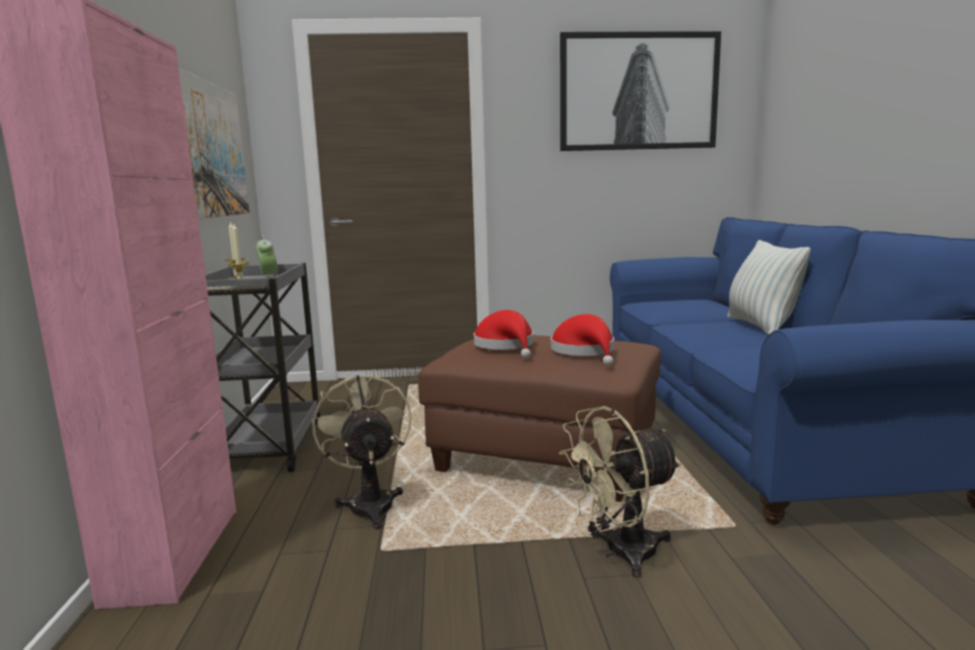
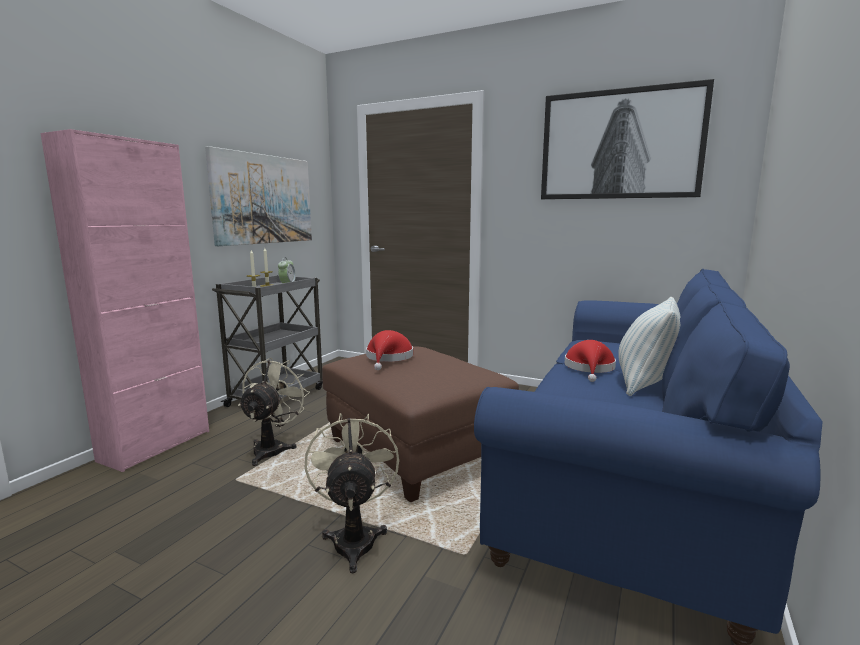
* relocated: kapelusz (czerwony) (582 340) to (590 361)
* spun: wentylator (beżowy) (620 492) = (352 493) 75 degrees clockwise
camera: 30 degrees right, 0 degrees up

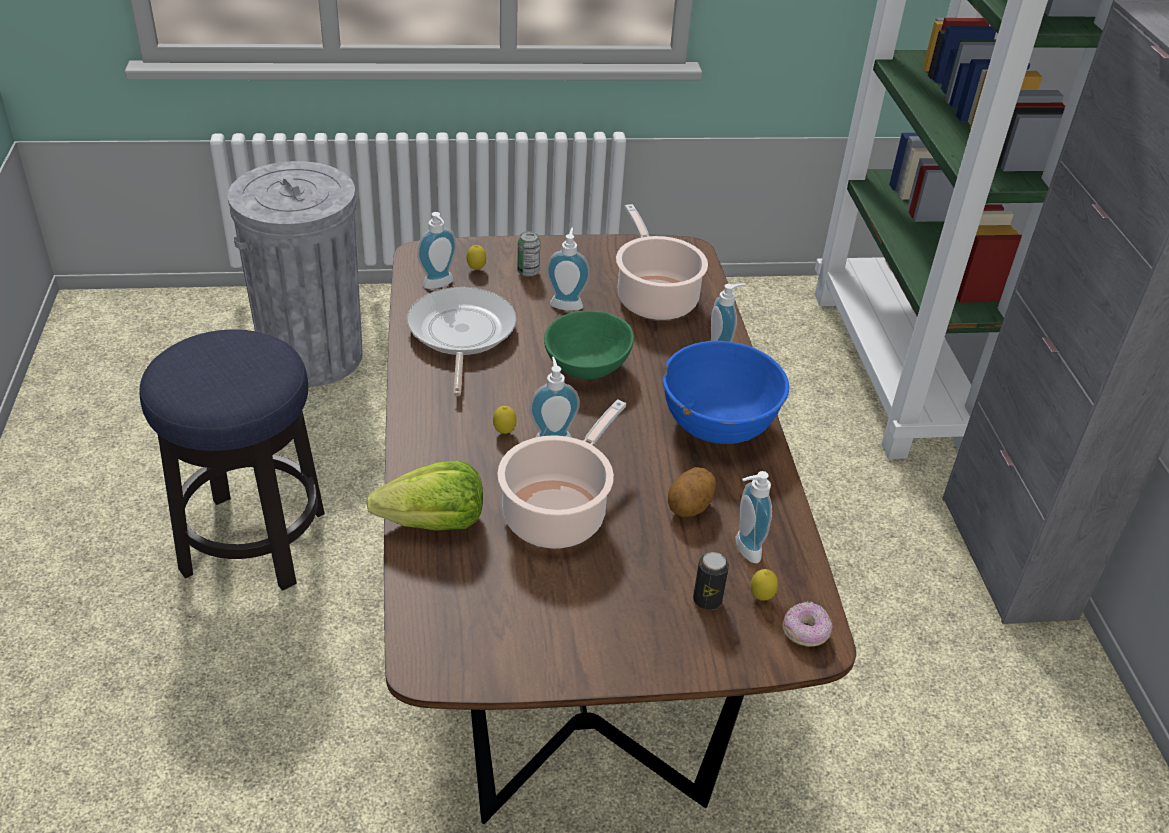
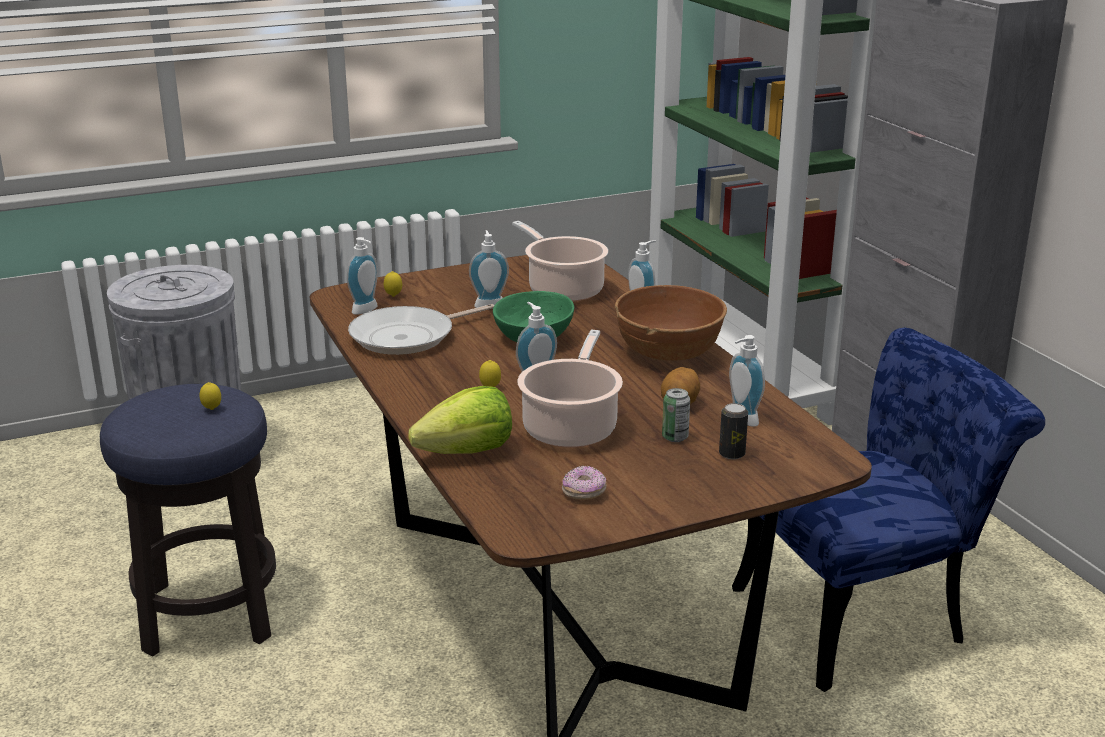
* spun: patelnia (462 341) = (421 329) 105 degrees counterclockwise
* relocated: puszka (528 254) to (676 415)
* colour: miska (niebieski) (726 392) to miska (brązowy) (671 323)
* relocated: cytryna (764 585) to (210 396)
* relocated: donut (808 624) to (584 483)
* appeared: krzesło (niebieski) (888 510)
camera: 15 degrees left, 15 degrees down

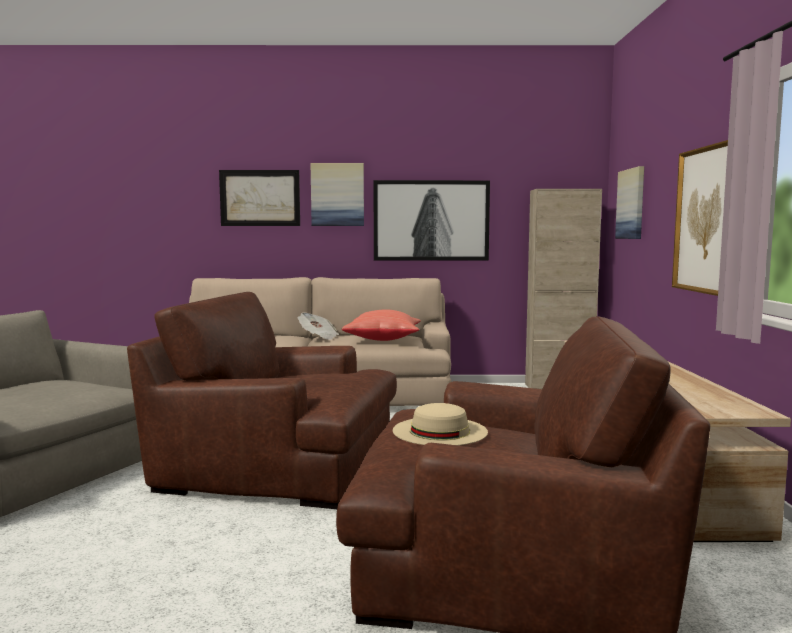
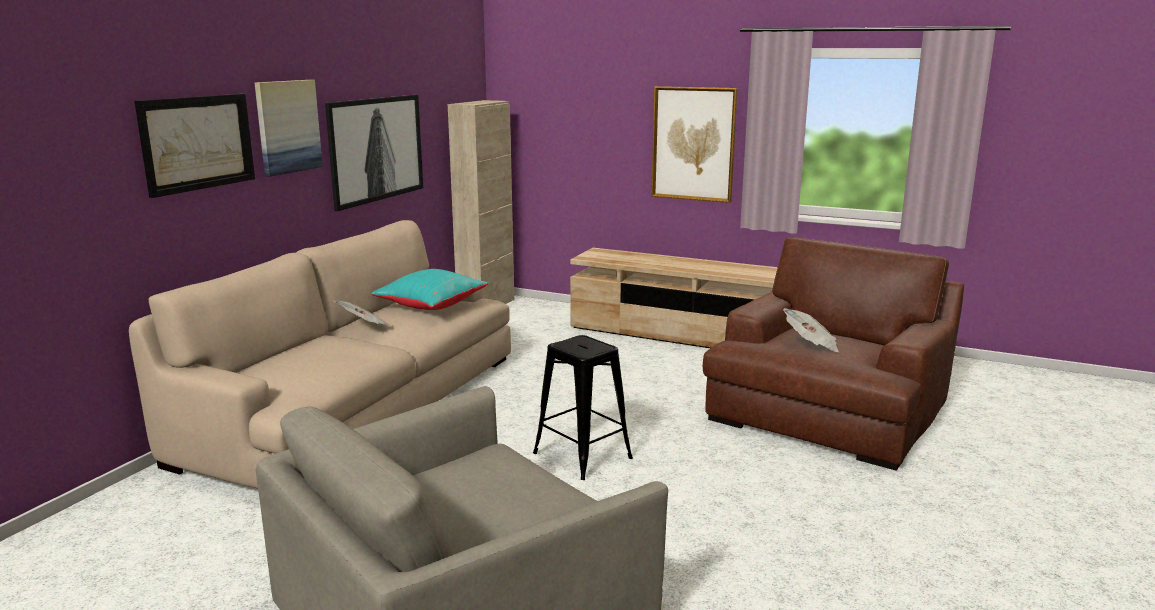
* exchanged: fotel (brązowy) (262 400) to stołek (czarny) (583 407)
* colour: poduszka (czerwony) (381 325) to poduszka (turkusowy) (430 289)
* exchanged: kapelusz (beżowy) (440 424) to gazeta (810 330)
* missing: obraz (629 202)
camera: 65 degrees left, 10 degrees up

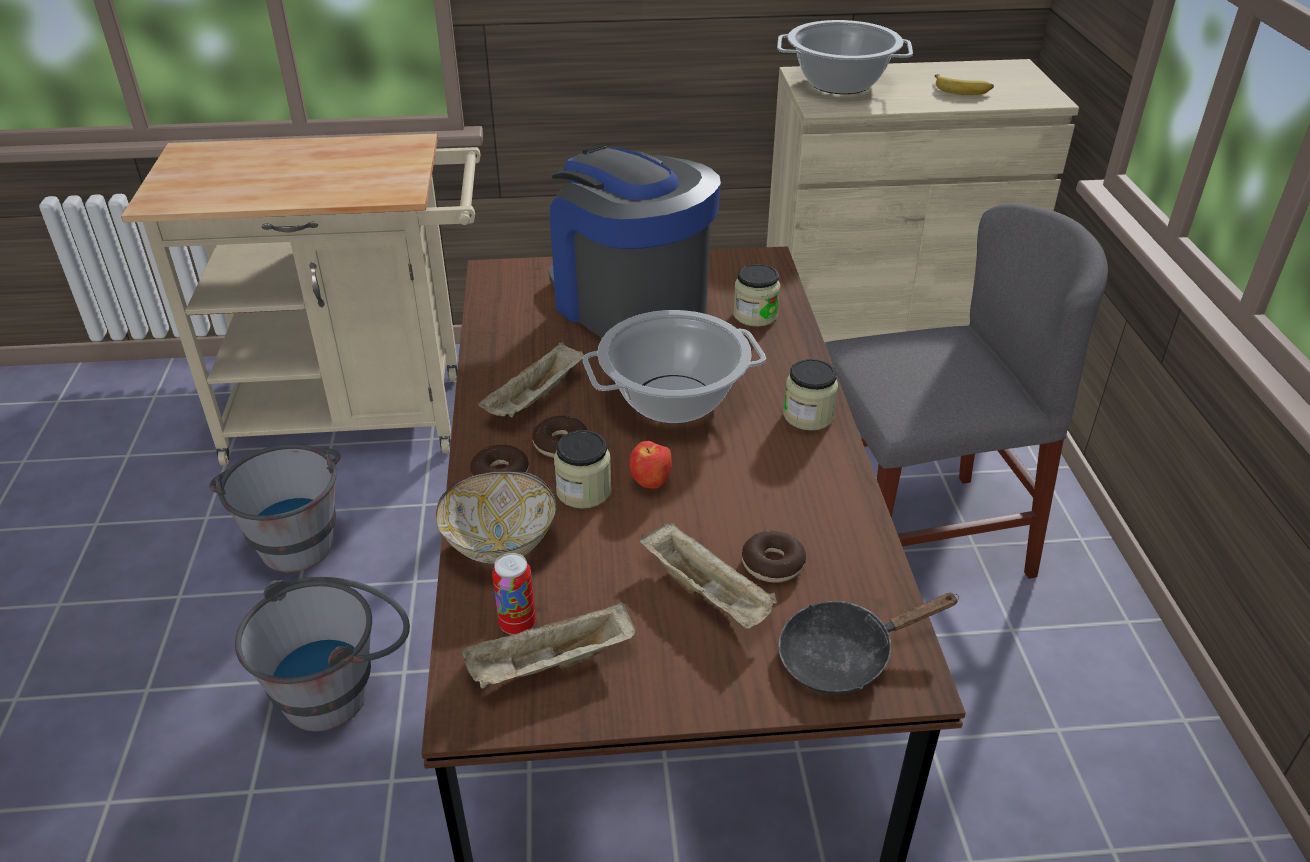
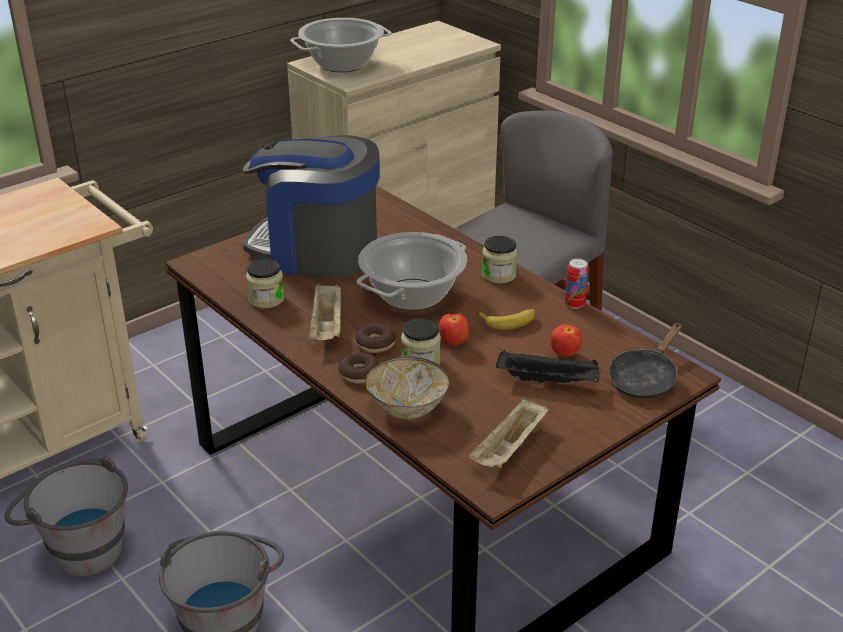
* relocated: puszka (514 594) to (576 283)
* colour: taca (beżowy) (708 576) to taca (czarny) (548 368)
* relocated: słoik (756 295) to (265 284)
* exchanged: donut (774 557) to jabłko (566 340)
* relocated: banan (964 84) to (506 319)
camera: 35 degrees left, 5 degrees down

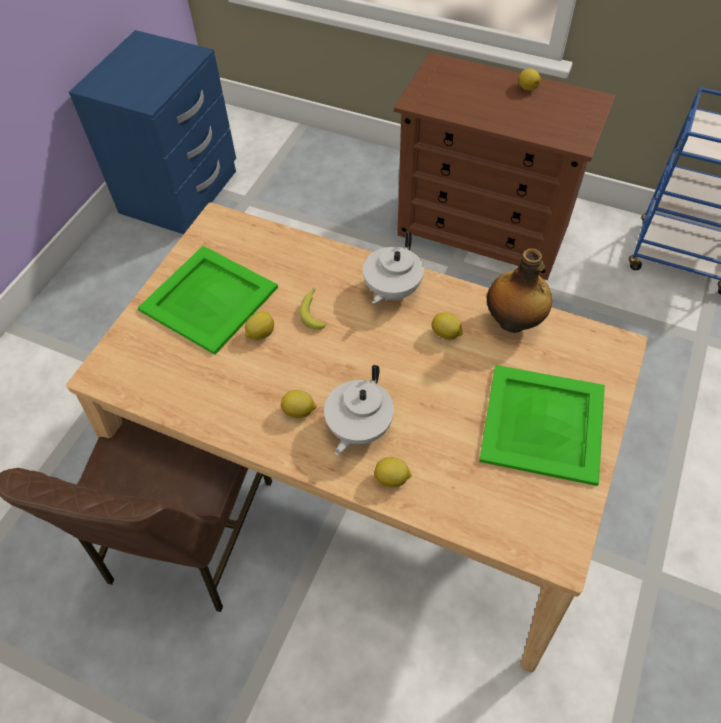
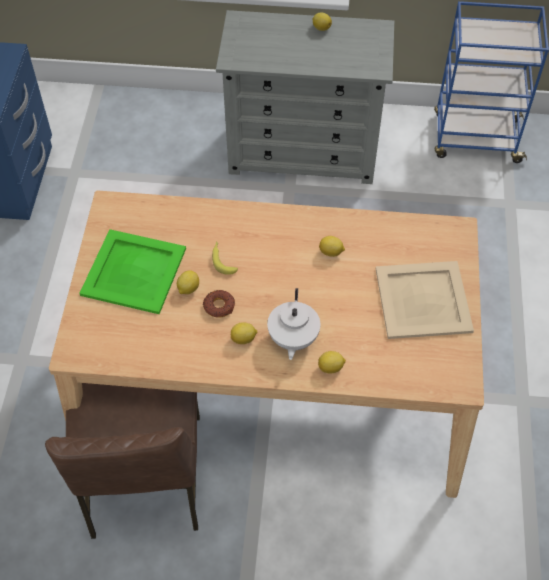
* missing: imbryk (biały) (393 267)
* colour: komoda (brązowy) (505 166) to komoda (szary) (305 97)
* colour: taca (zielony) (542 425) to taca (beżowy) (425 300)
* missing: butelka (519 290)
* appeared: donut (219 304)
camera: 20 degrees left, 0 degrees up

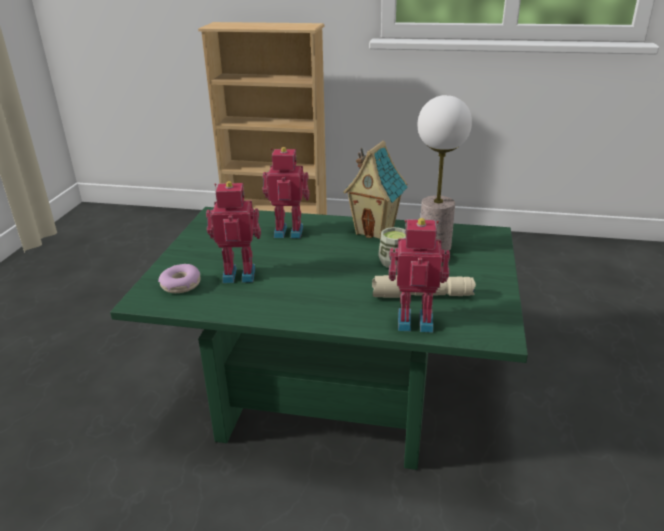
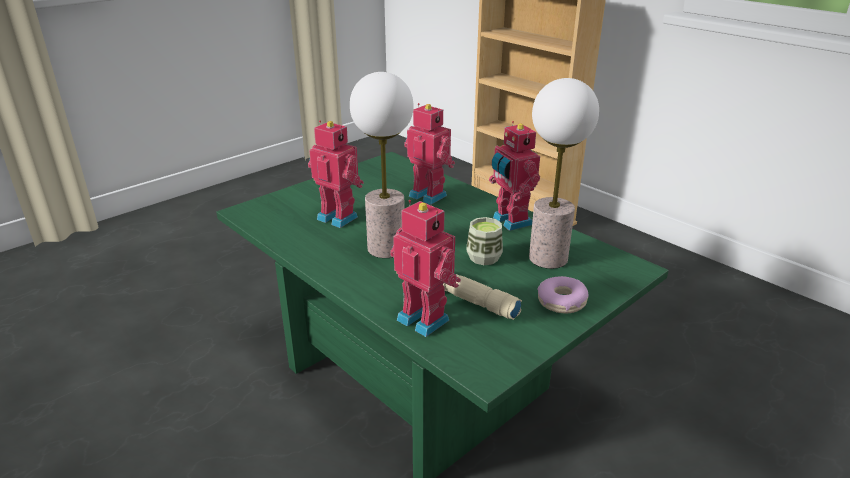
* relocated: donut (179 278) to (563 294)
* exchanged: domek (375 189) to robot zabawkowy (514 176)
* appeared: lampa stołowa (382 165)
camera: 35 degrees right, 0 degrees up

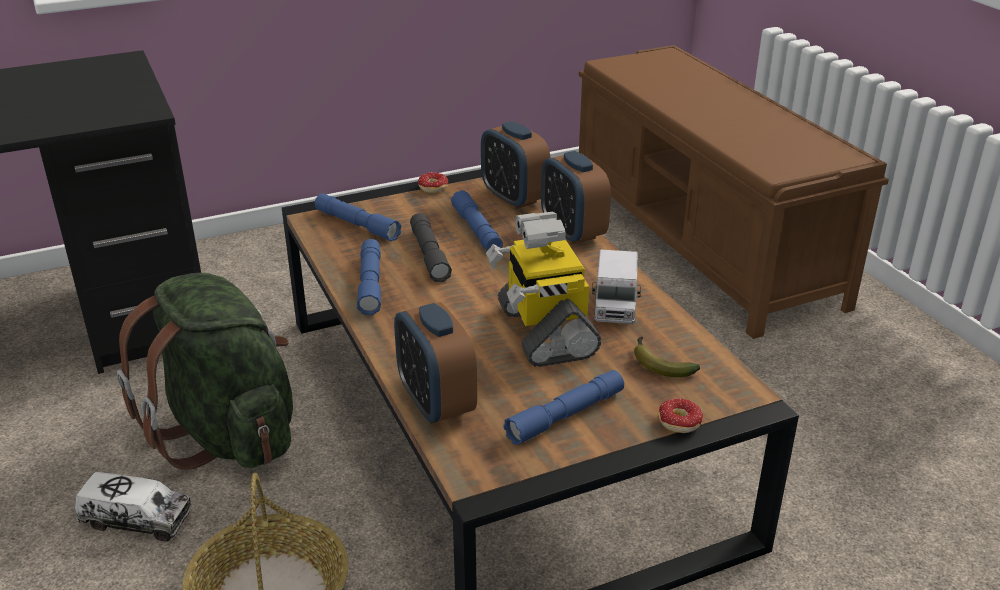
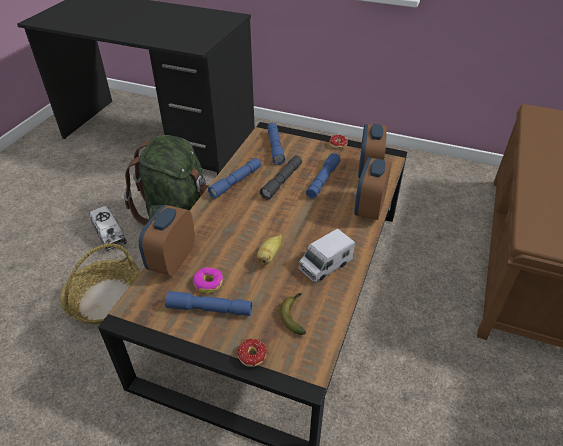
* exchanged: robot zabawkowy (543 289) to banan (269 249)
* appeared: donut (208 280)
camera: 45 degrees right, 10 degrees up

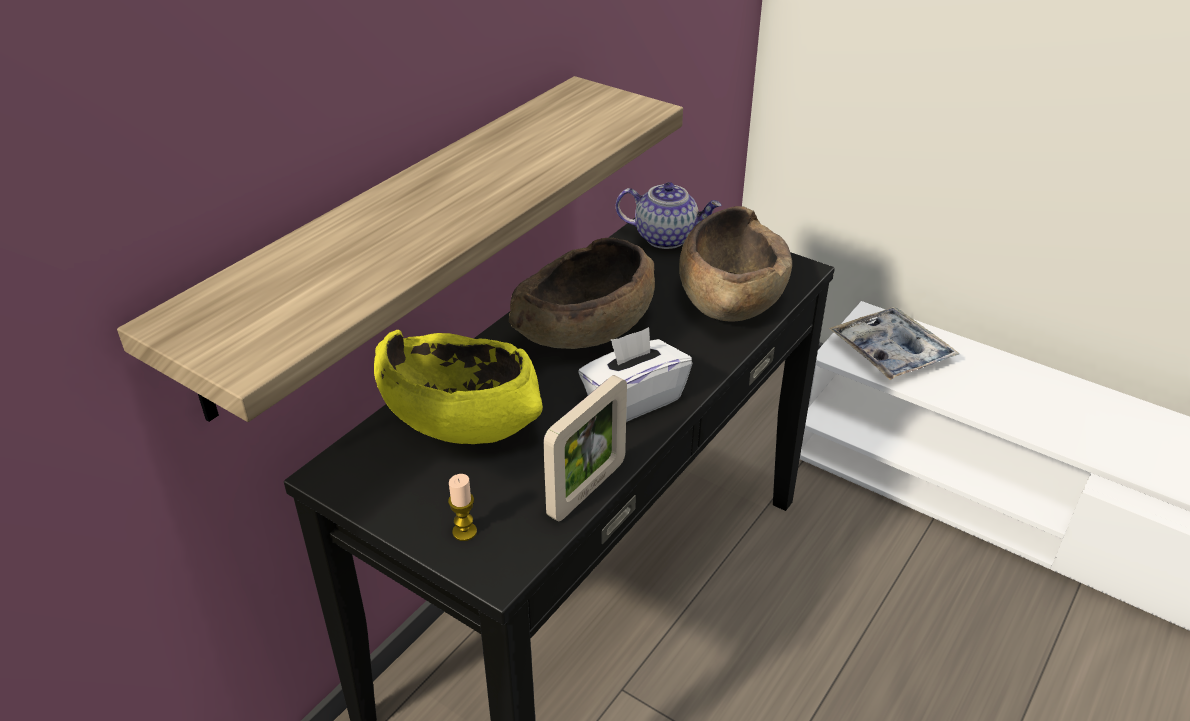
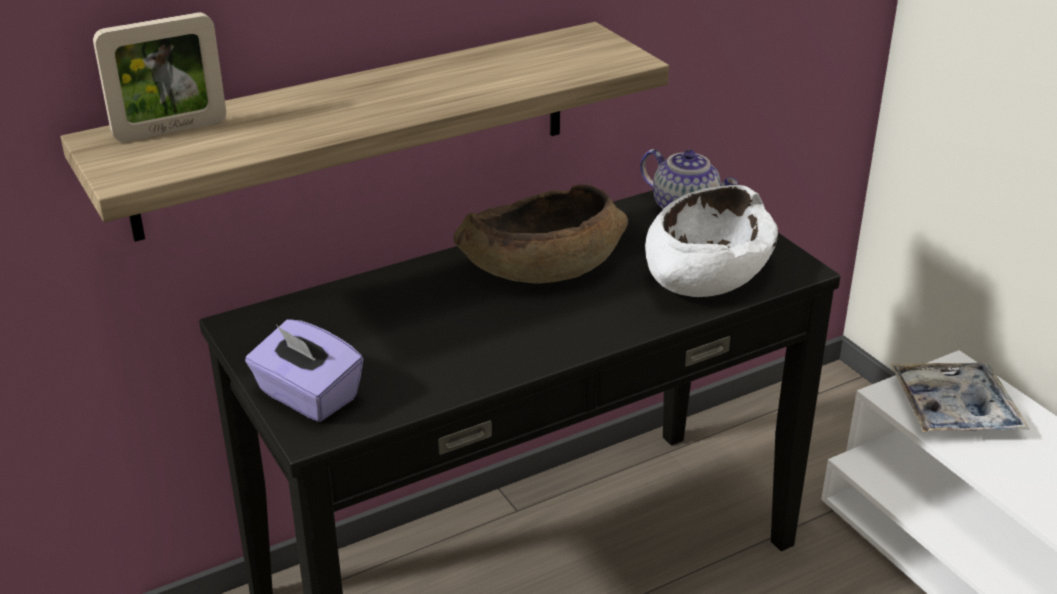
* missing: miska (żółty) (458 387)
* exchanged: świeca (462 507) to pudełko chusteczek (fioletowy) (304 370)
* relocated: ramka na zdjęcie (585 448) to (159 77)
* missing: pudełko chusteczek (biały) (635 374)
* colour: miska (brązowy) (735 264) to miska (biały) (711 241)
camera: 25 degrees right, 5 degrees down

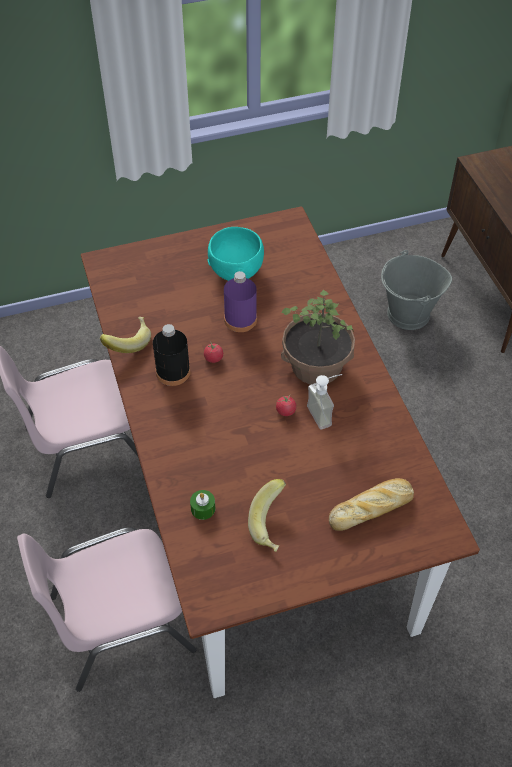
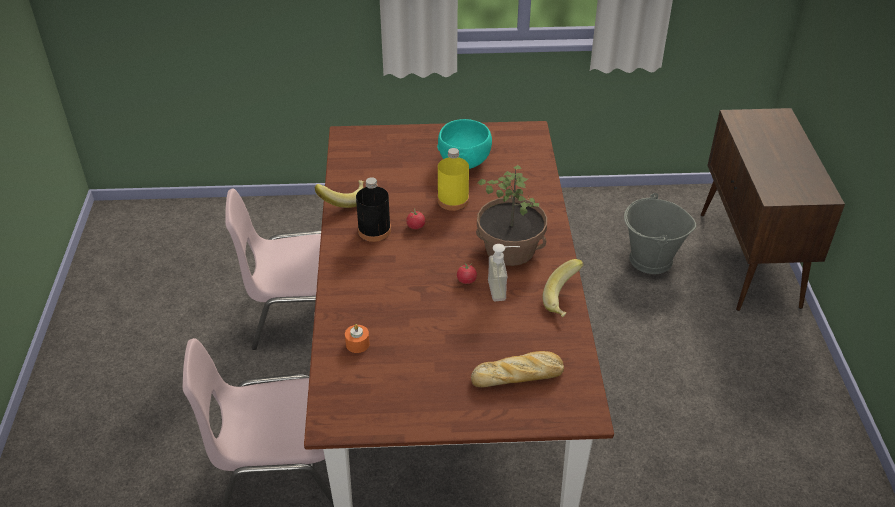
* colour: świeca (zielony) (202 505) to świeca (pomarańczowy) (357 338)
* colour: butelka (fioletowy) (240 301) to butelka (żółty) (453 179)
* relocated: banan (267 515) to (563 288)
camera: 15 degrees right, 10 degrees down

